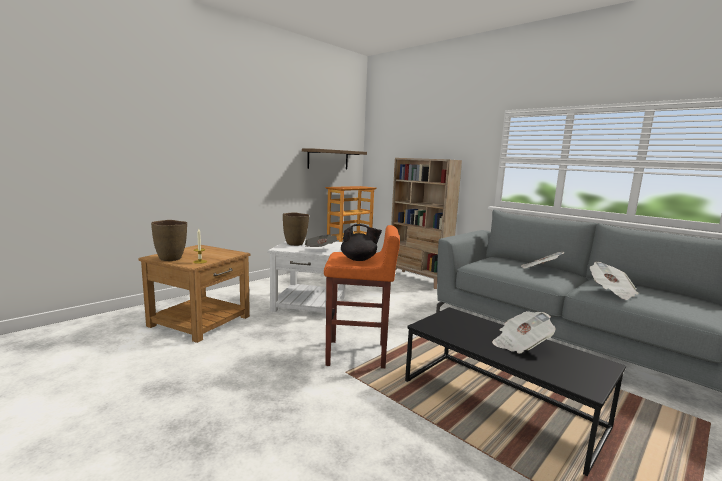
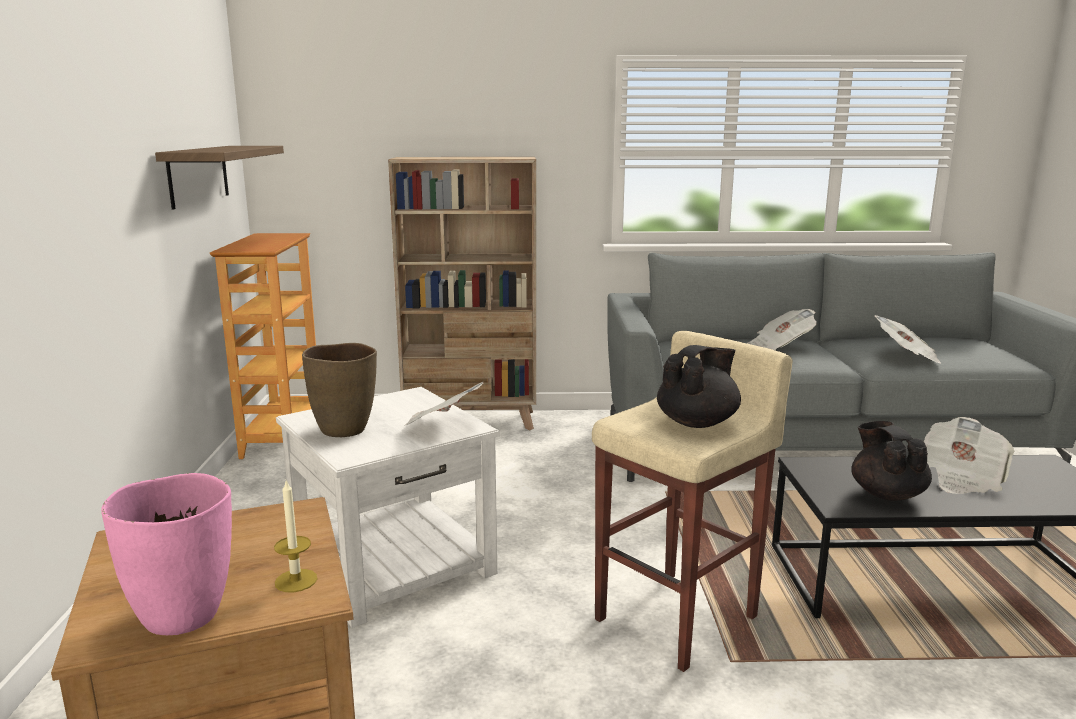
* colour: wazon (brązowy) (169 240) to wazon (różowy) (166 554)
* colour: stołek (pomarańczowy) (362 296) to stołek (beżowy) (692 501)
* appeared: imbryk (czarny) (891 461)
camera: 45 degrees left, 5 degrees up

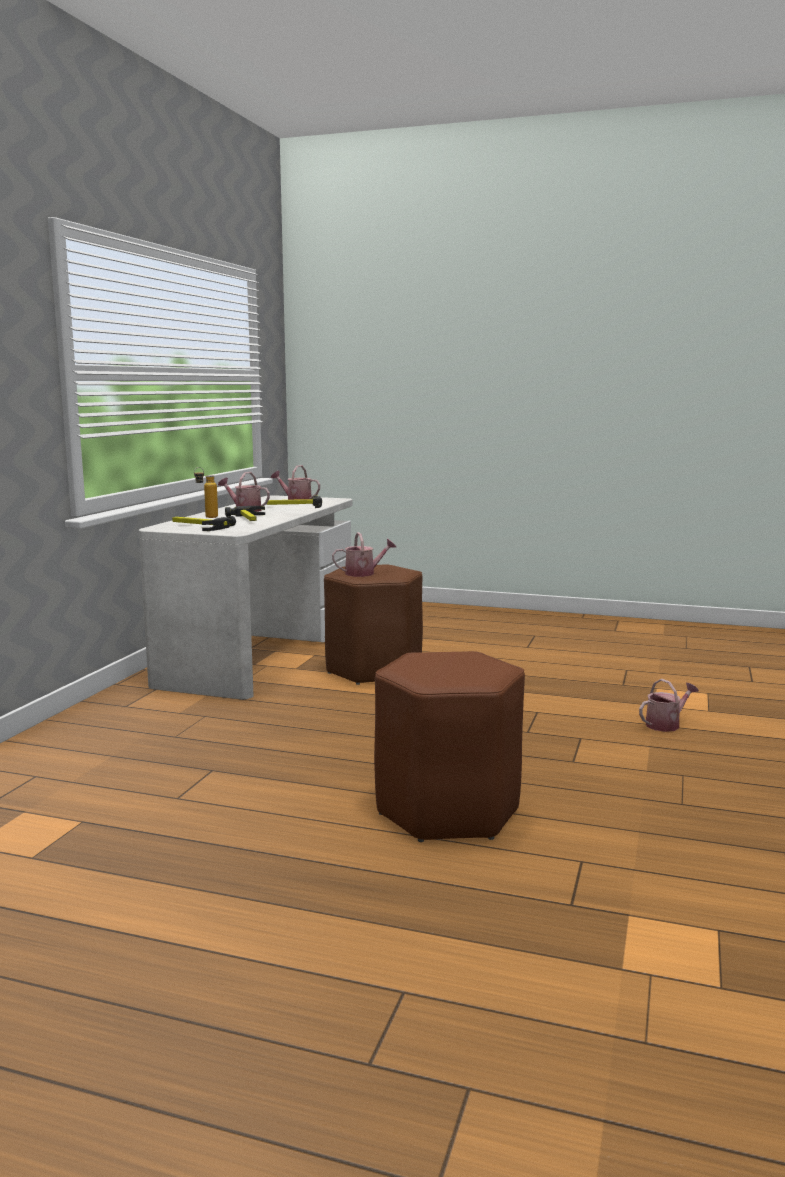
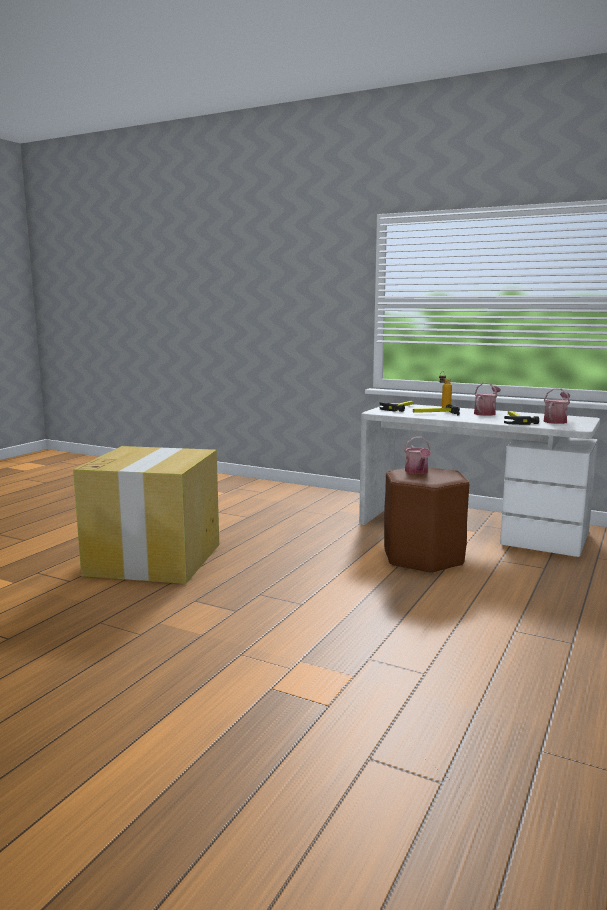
* exchanged: stołek (brązowy) (449 746) to karton (146 515)
* missing: konewka (669 705)
camera: 100 degrees right, 0 degrees up

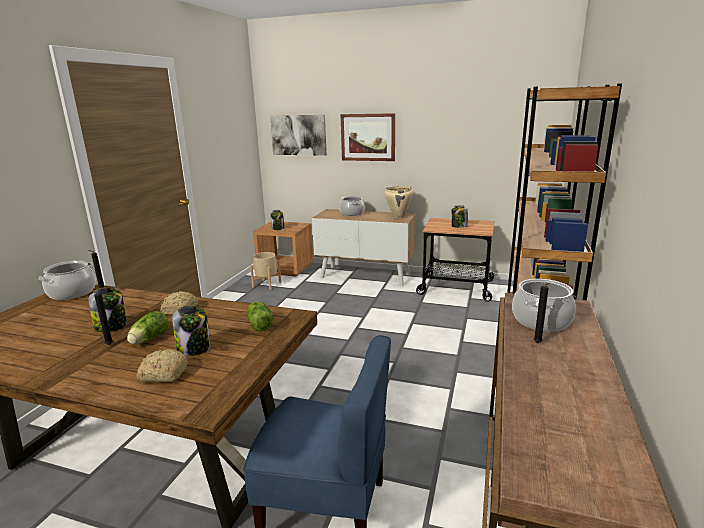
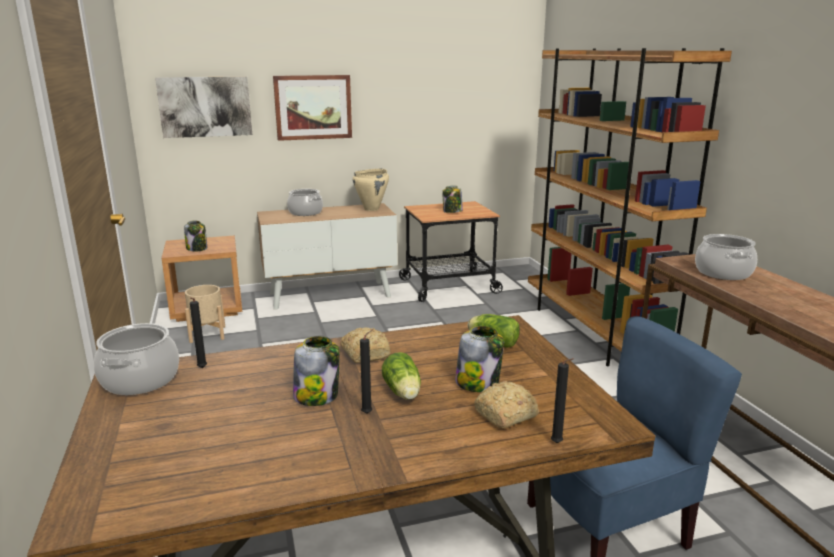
* relocated: świeca (czarny) (542 313) to (562 400)
camera: 35 degrees left, 0 degrees up

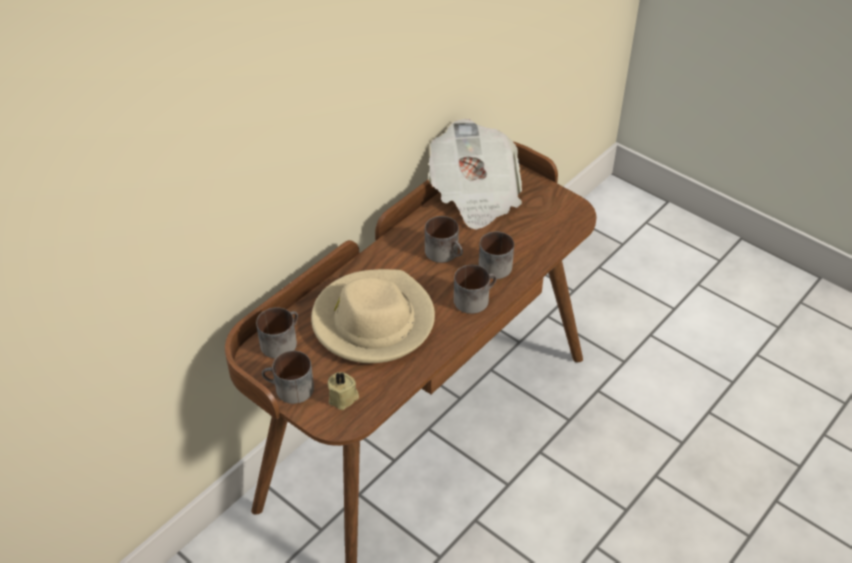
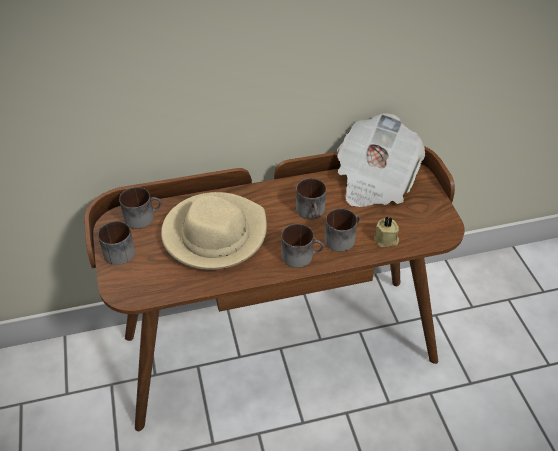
* relocated: świeca (beżowy) (343 391) to (386 231)
camera: 35 degrees right, 0 degrees up

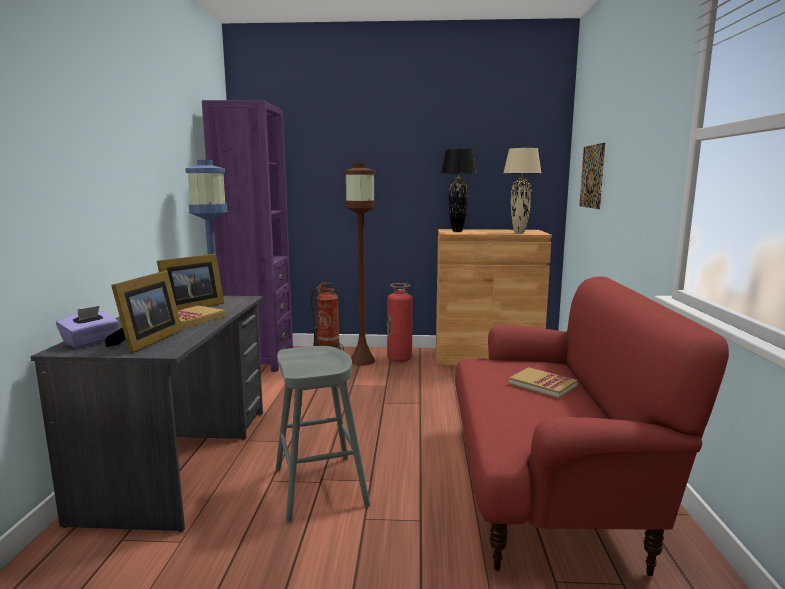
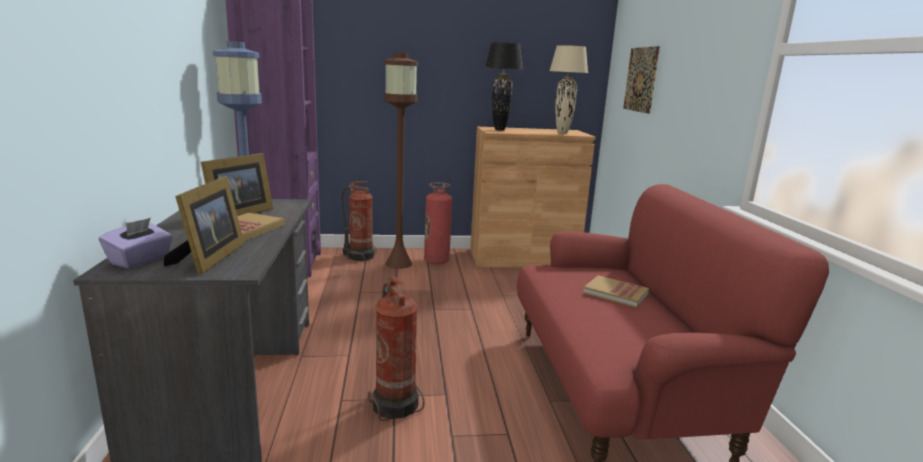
* exchanged: stołek (szary) (323 434) to gaśnica (396 348)
camera: 10 degrees left, 5 degrees up

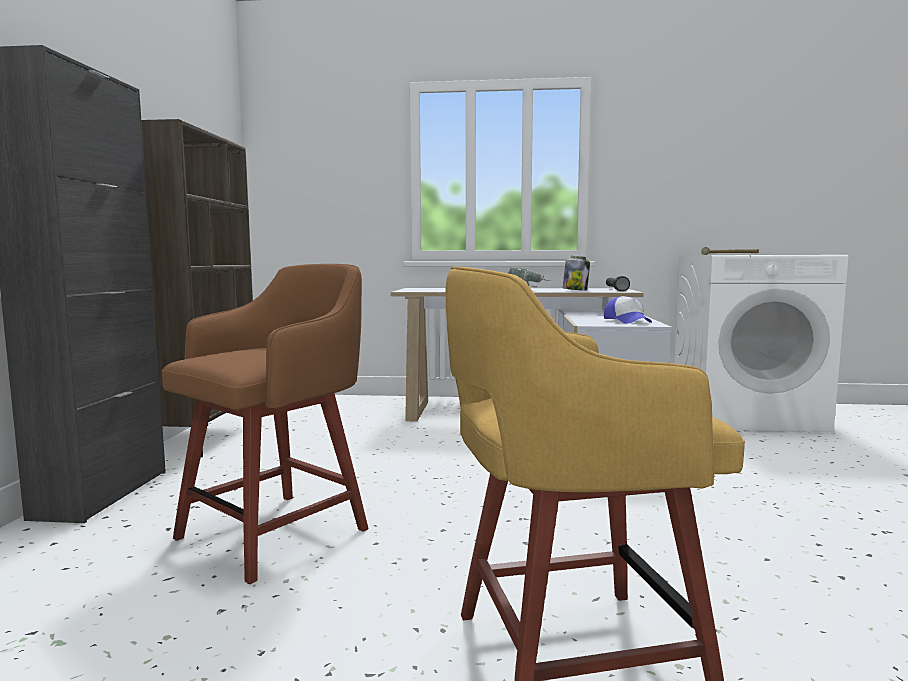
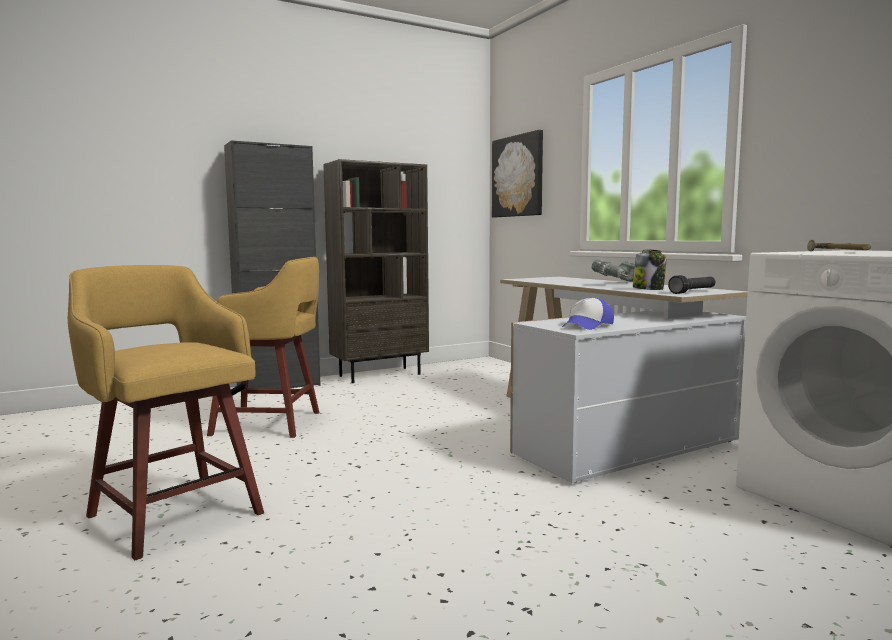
* colour: stołek (brązowy) (265 424) to stołek (żółty) (263 347)
* appeared: obraz (517 173)
camera: 55 degrees right, 0 degrees up

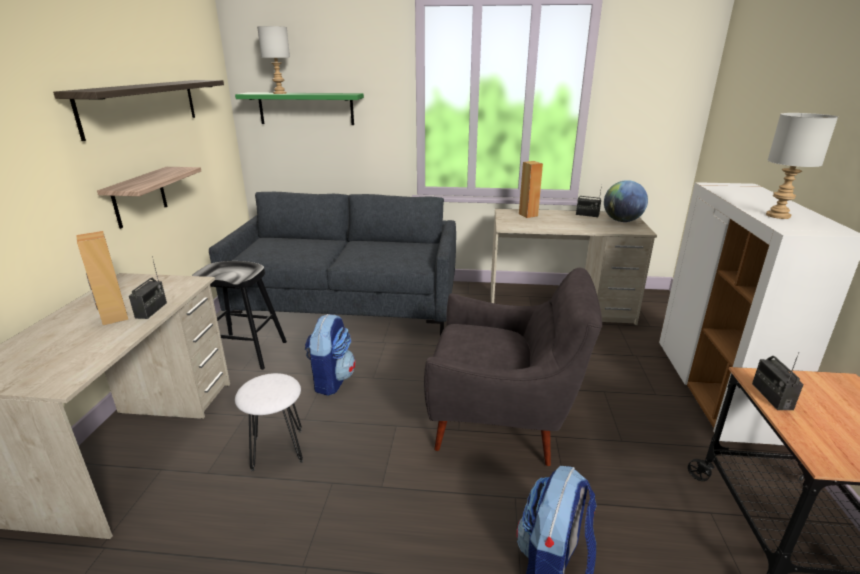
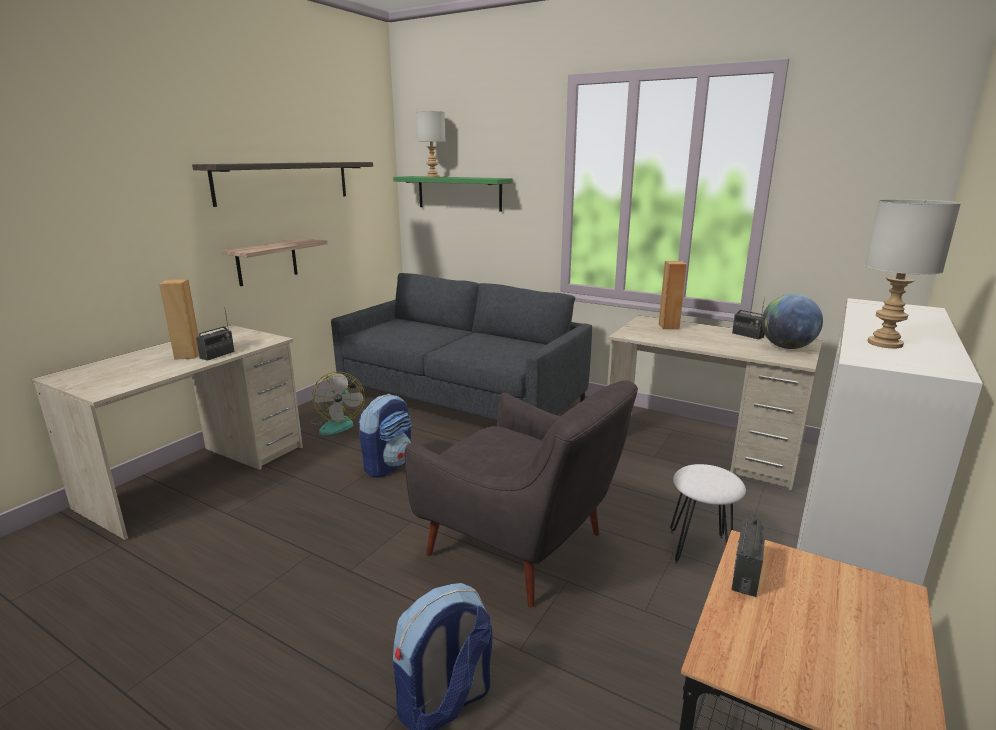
* exchanged: stołek (czarny) (239 315) to wentylator (337 403)
* relocated: stołek (biały) (269 422) to (708 514)
camera: 25 degrees right, 5 degrees down

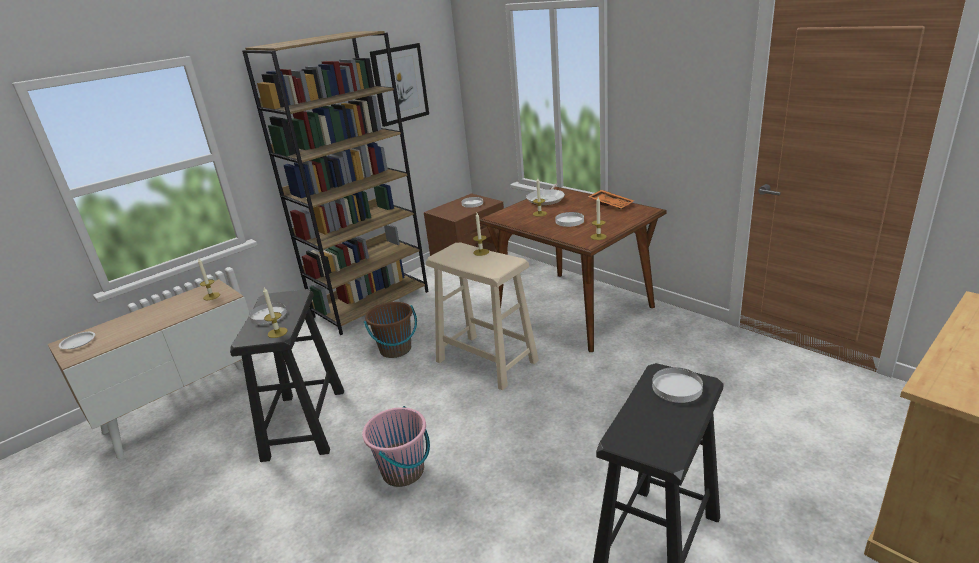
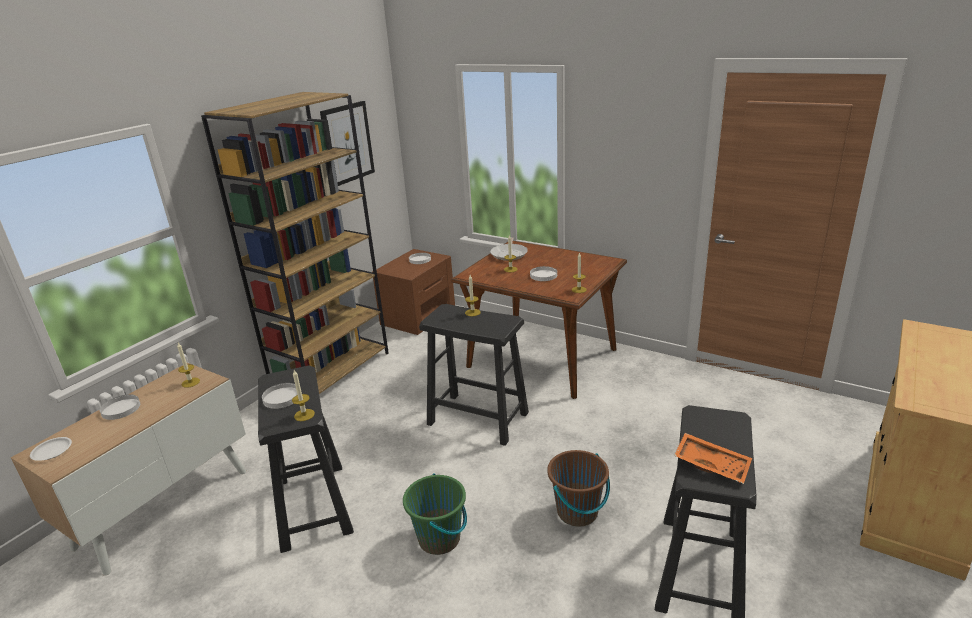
* colour: wiadro (różowy) (396 446) to wiadro (zielony) (435 514)
* relocated: wiadro (brązowy) (390 330) to (578 488)
* colour: stołek (beżowy) (482 317) to stołek (czarny) (474 375)
* relocated: taca (pomarańczowy) (611 199) to (713 458)
* relocated: talerz (biały) (677 385) to (120 407)
camera: 15 degrees left, 0 degrees up

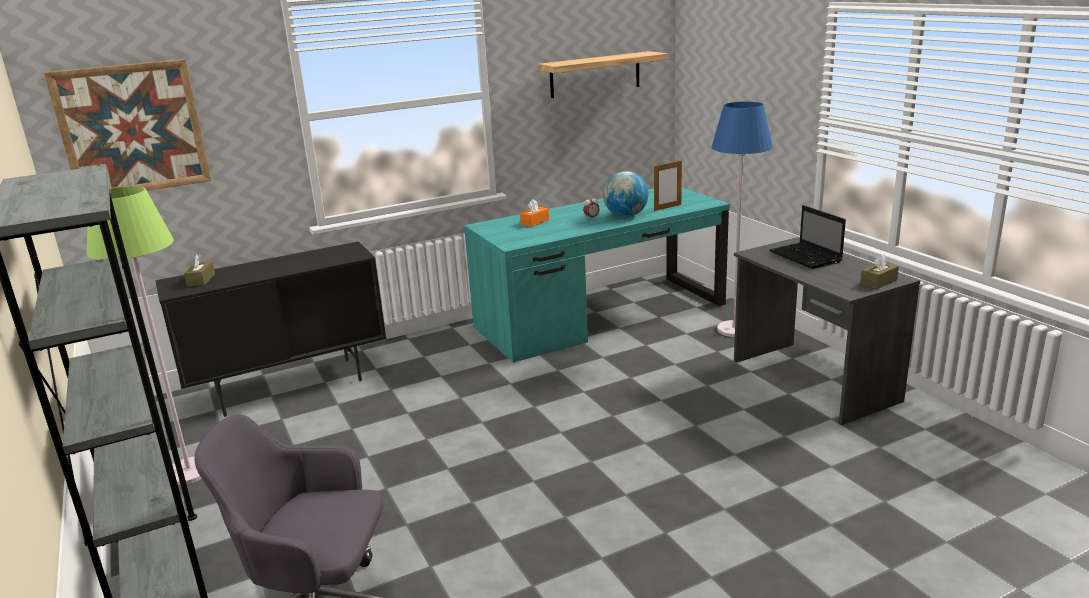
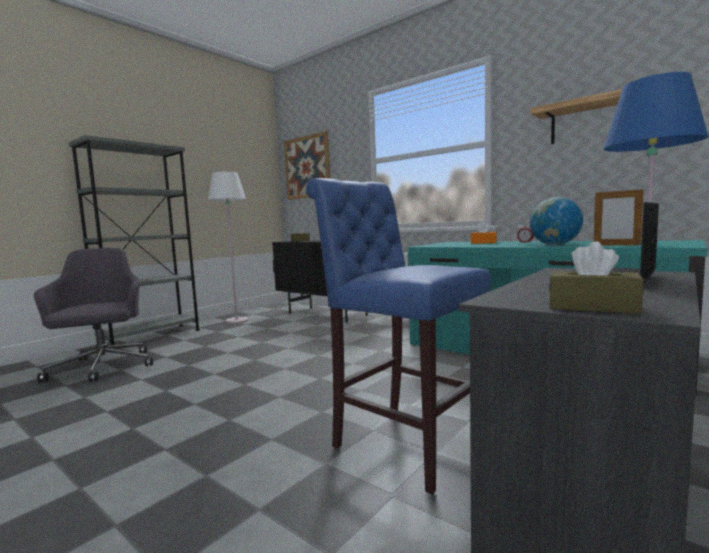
* colour: lampa stojąca (zielony) (144 335) to lampa stojąca (biały) (228 248)
* appeared: stołek (niebieski) (398 336)
camera: 65 degrees right, 15 degrees down

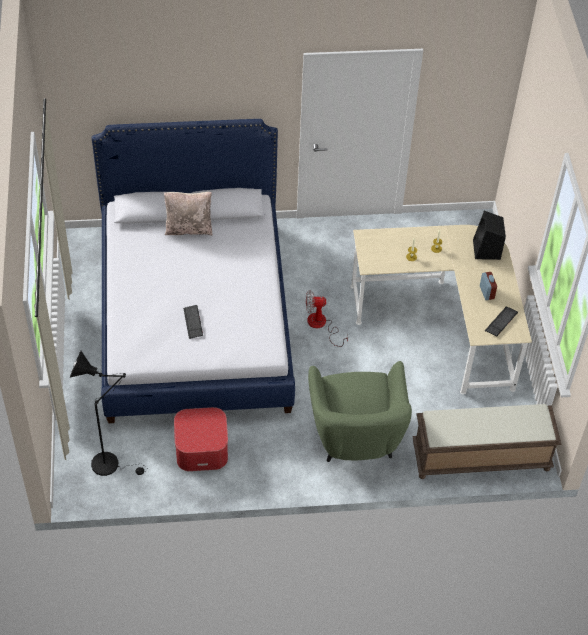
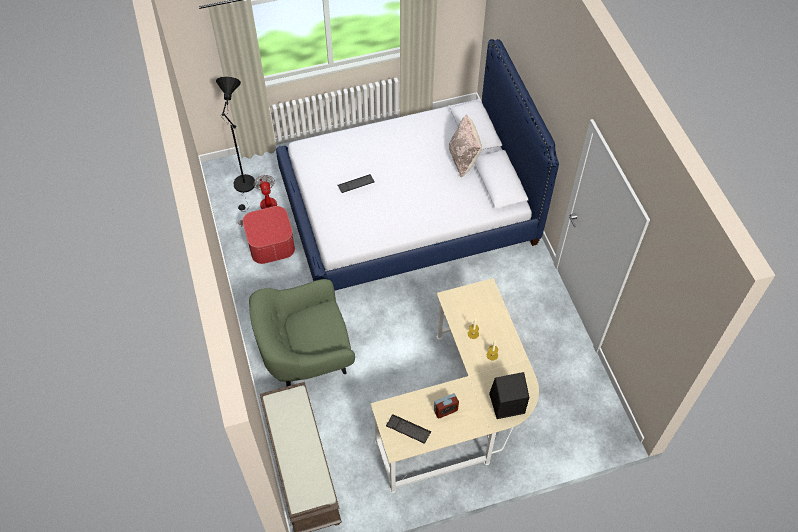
* relocated: wentylator (327 318) to (257 200)
camera: 80 degrees right, 5 degrees up

